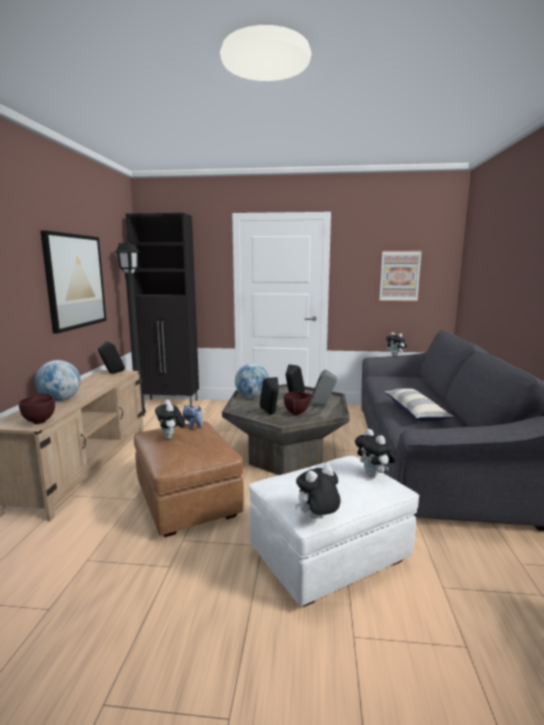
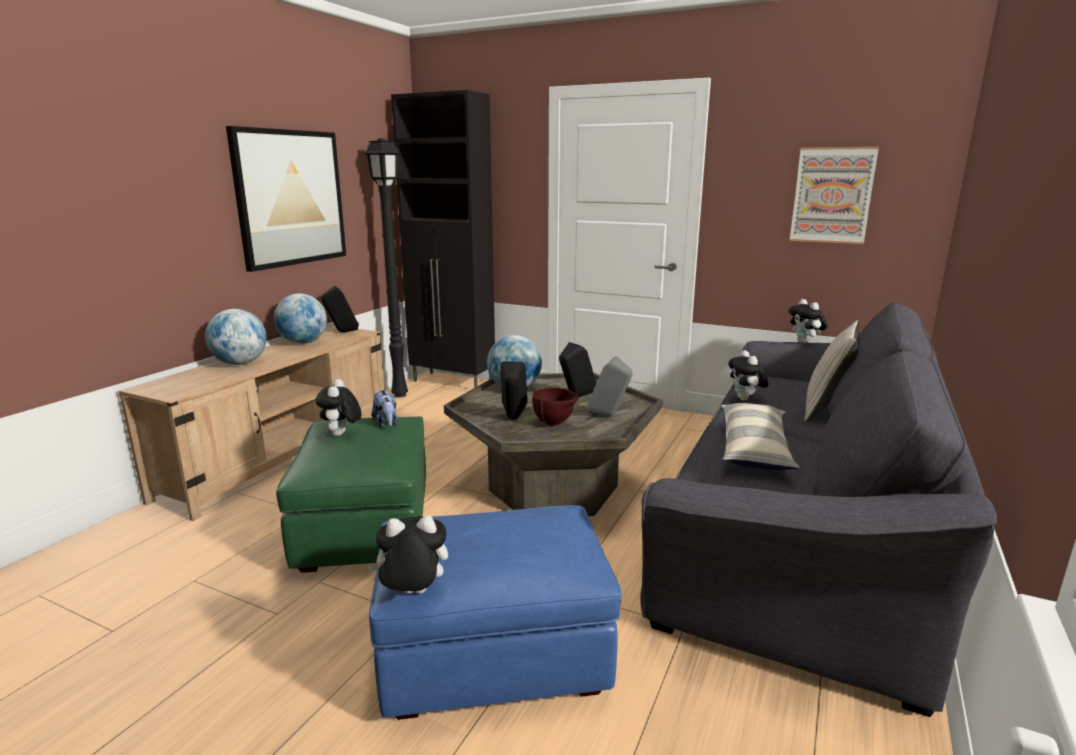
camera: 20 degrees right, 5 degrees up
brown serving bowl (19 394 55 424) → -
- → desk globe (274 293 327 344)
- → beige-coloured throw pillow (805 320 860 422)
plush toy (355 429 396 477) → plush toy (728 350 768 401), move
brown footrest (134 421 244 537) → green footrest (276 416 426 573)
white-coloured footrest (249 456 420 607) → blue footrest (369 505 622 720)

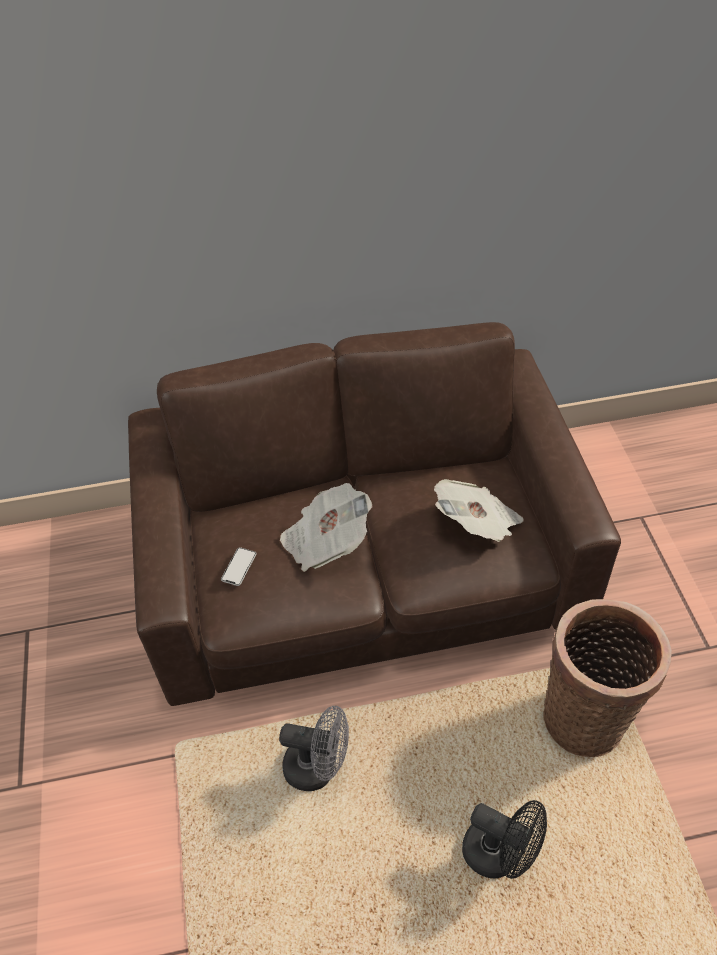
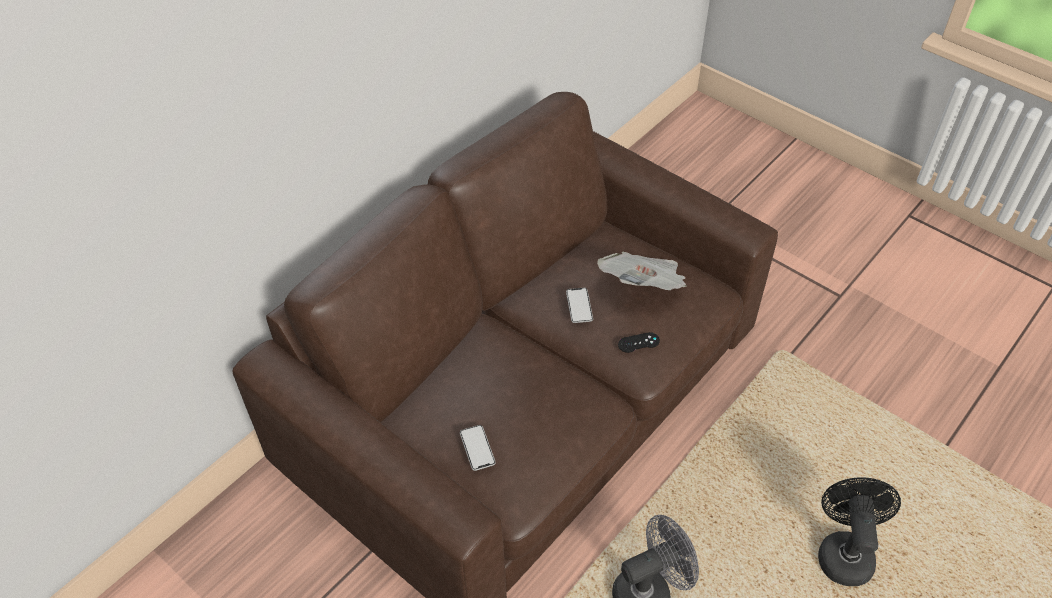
camera: 40 degrees left, 0 degrees up
daily paper (280 483 372 572) → -
household basket (543 599 672 757) → -
- → phone (566 288 593 323)
- → black joypad (618 332 660 353)
black cooling fan (462 800 547 879) → black cooling fan (818 477 901 586), 75 degrees counterclockwise

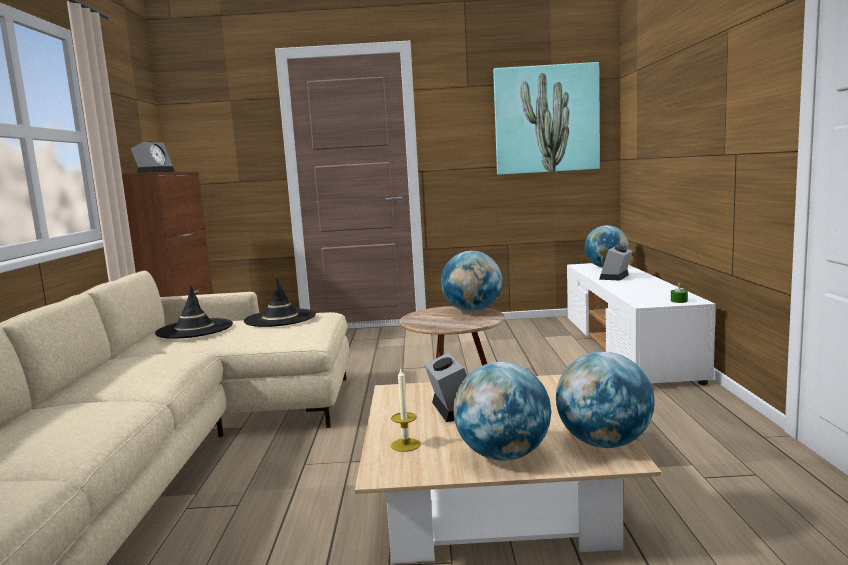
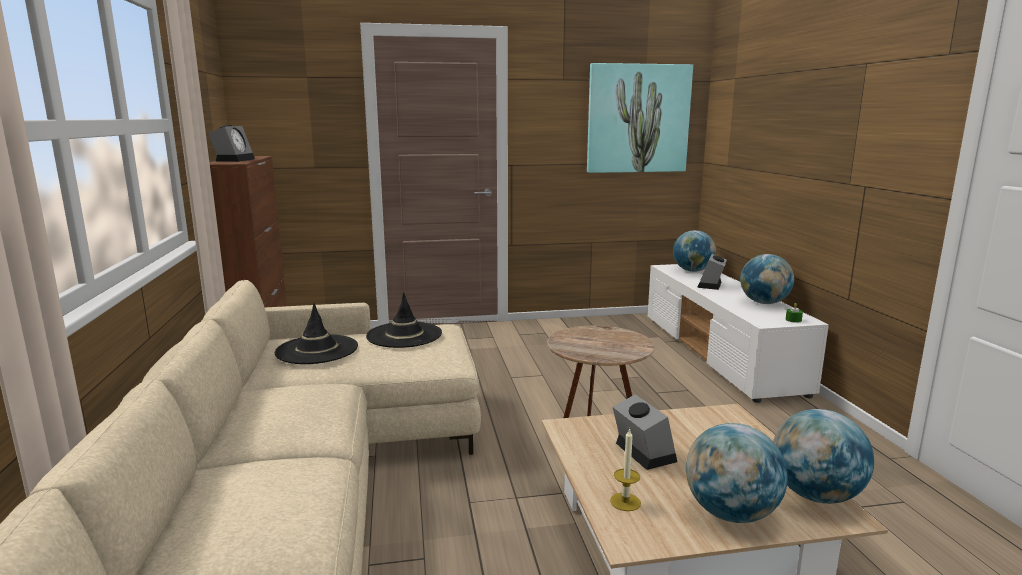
camera: 10 degrees left, 5 degrees up
desk globe (441 251 503 312) → desk globe (740 254 794 304), move

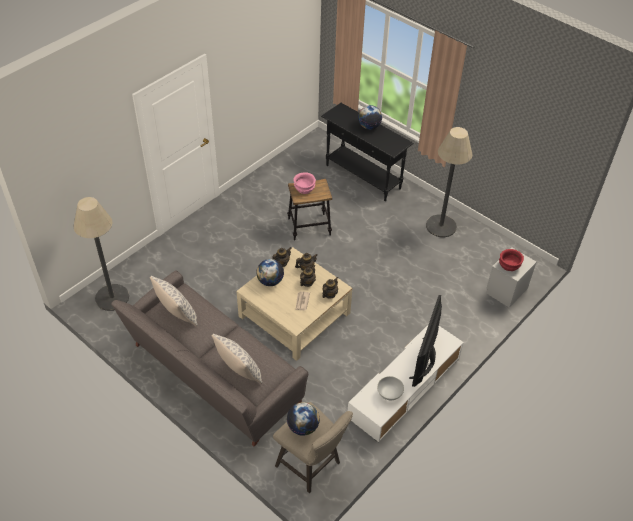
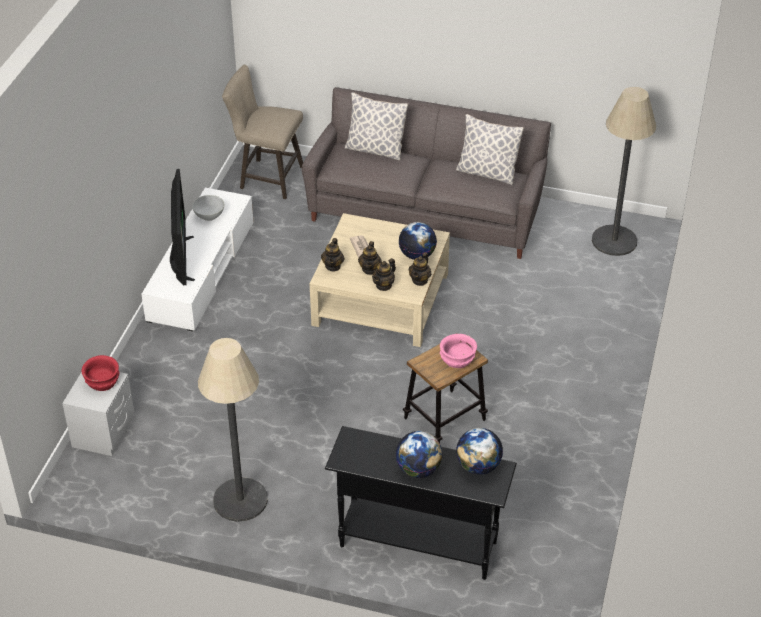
camera: 155 degrees right, 5 degrees down
desk globe (287 402 320 436) → desk globe (456 428 503 475), move

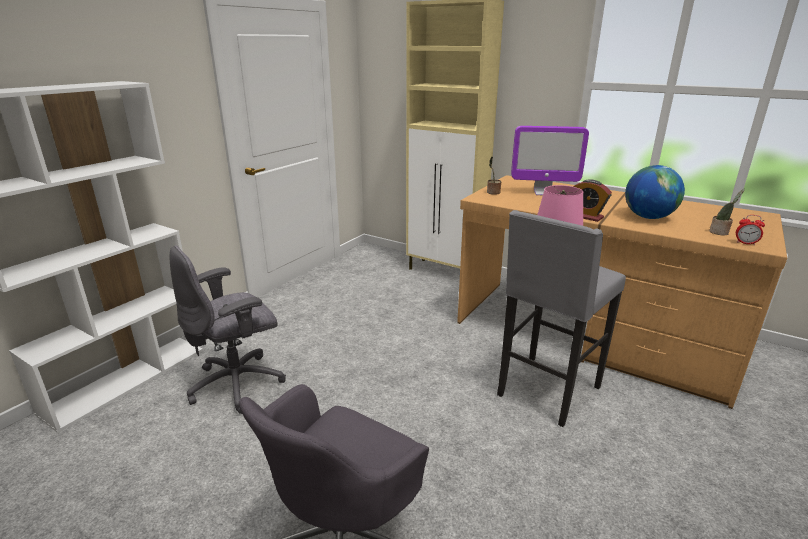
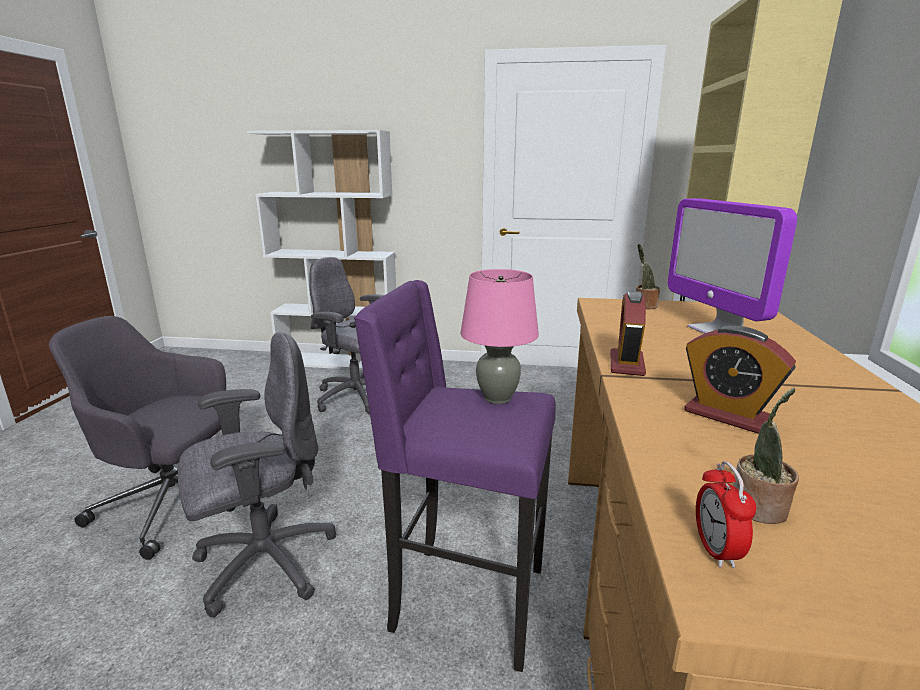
camera: 65 degrees right, 5 degrees down
- → greyish computer chair (178 332 336 618)
desk globe (625 165 685 219) → bedside clock (684 326 796 434)
greyish stool seat (497 210 626 427) → purplish stool seat (354 280 556 672)

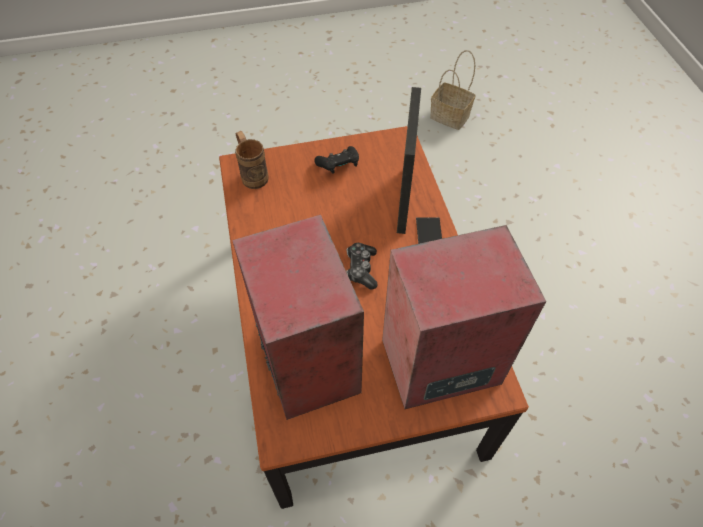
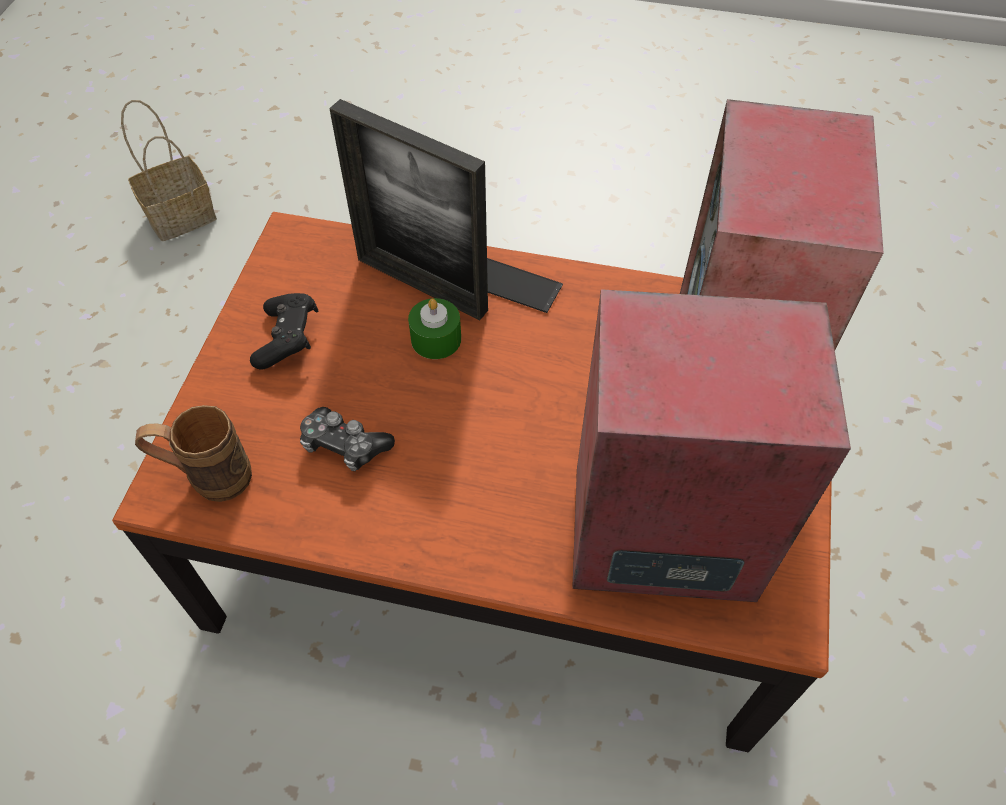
camera: 65 degrees left, 0 degrees up
- → green wax light (408 298 461 359)
joypad (346 243 378 290) → joypad (300 407 395 471), move

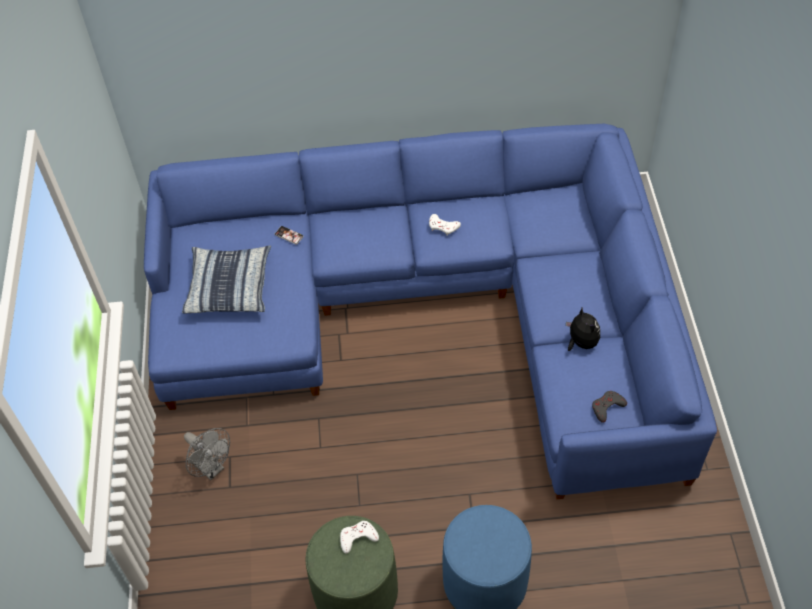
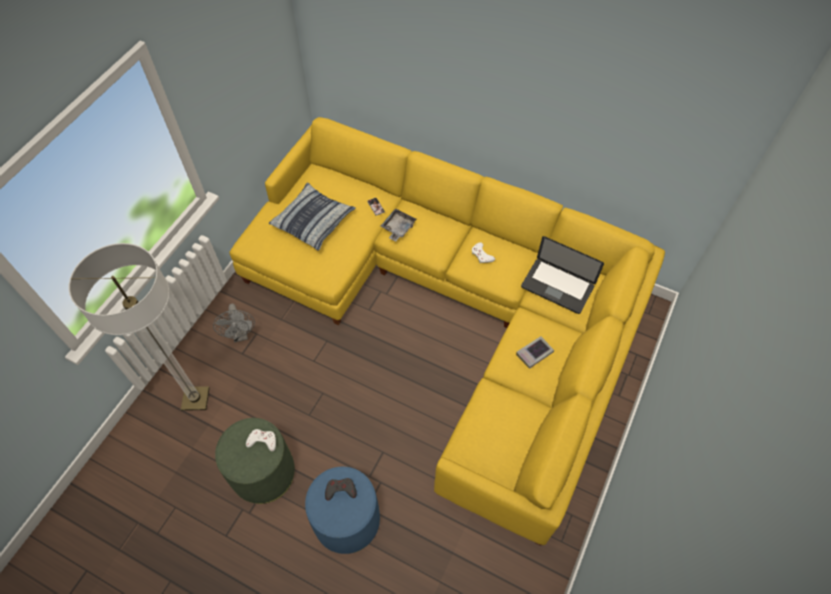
camera: 30 degrees right, 5 degrees up
plush toy (566 308 600 351) → -
- → standing lamp (69 243 210 411)
- → greyish tray (381 208 416 242)
- → bound book (516 336 554 369)
- → portable computer (521 236 604 314)
greyish joypad (592 391 627 423) → greyish joypad (325 478 357 501), move
blue sofa (144 124 717 499) → yellow sofa (229 117 665 546)

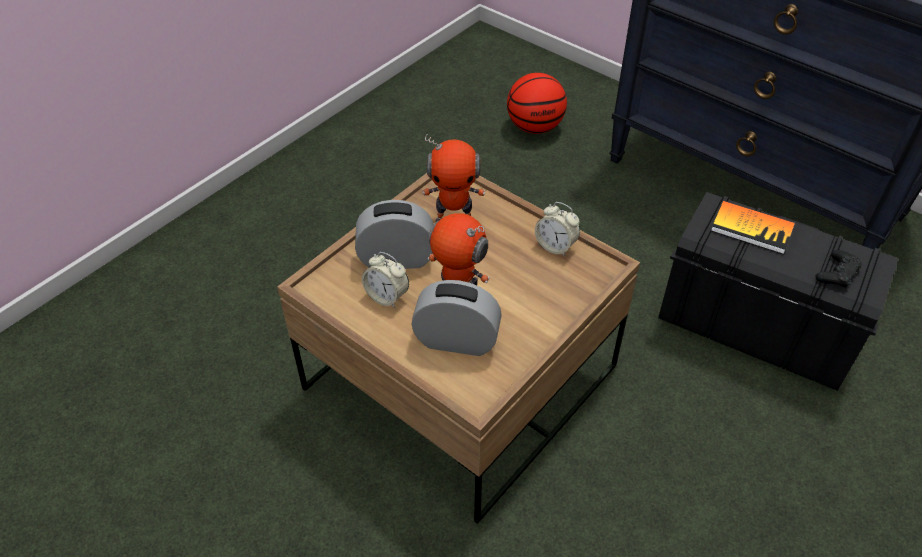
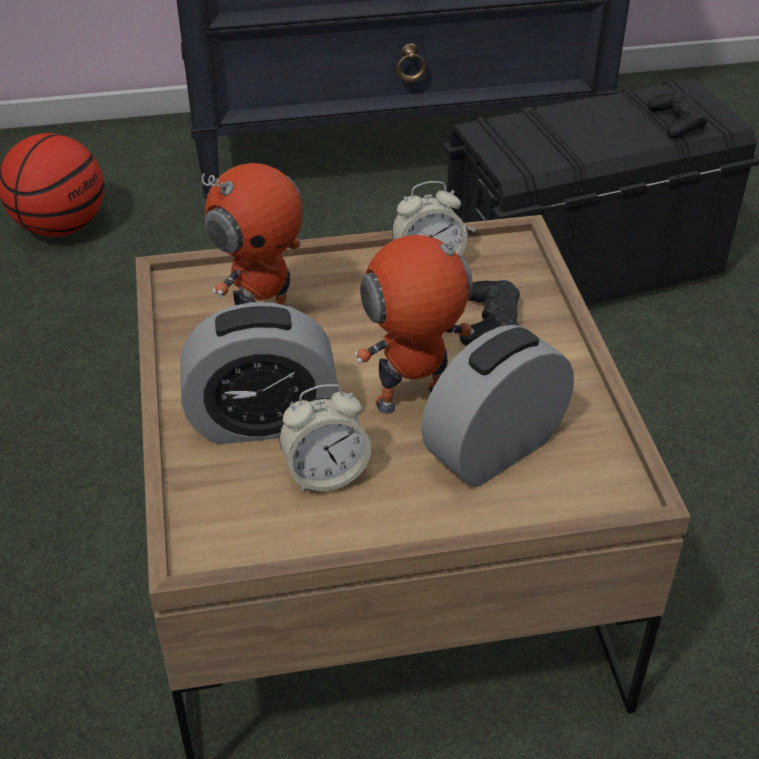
camera: 50 degrees left, 5 degrees down
bound book (711 201 795 254) → -
- → black joypad (459 280 520 346)
bedside clock (355 200 433 269) → bedside clock (180 302 338 444), 135 degrees counterclockwise

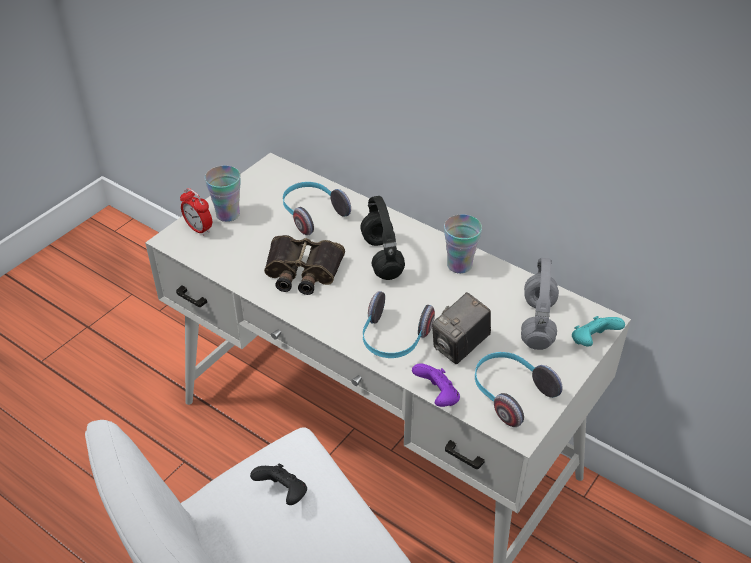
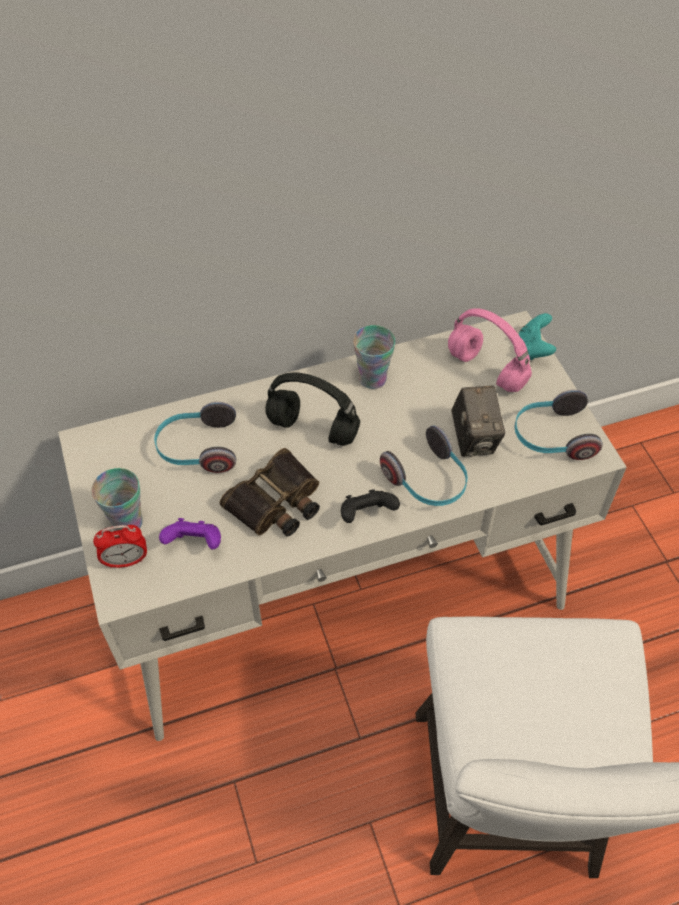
camera: 55 degrees left, 10 degrees up
black joypad (250 463 307 505) → black joypad (341 489 400 523), move
purplish joypad (412 363 460 407) → purplish joypad (159 518 221 550), move
greyish headphones (521 258 559 350) → pink-coloured headphones (448 308 532 392)

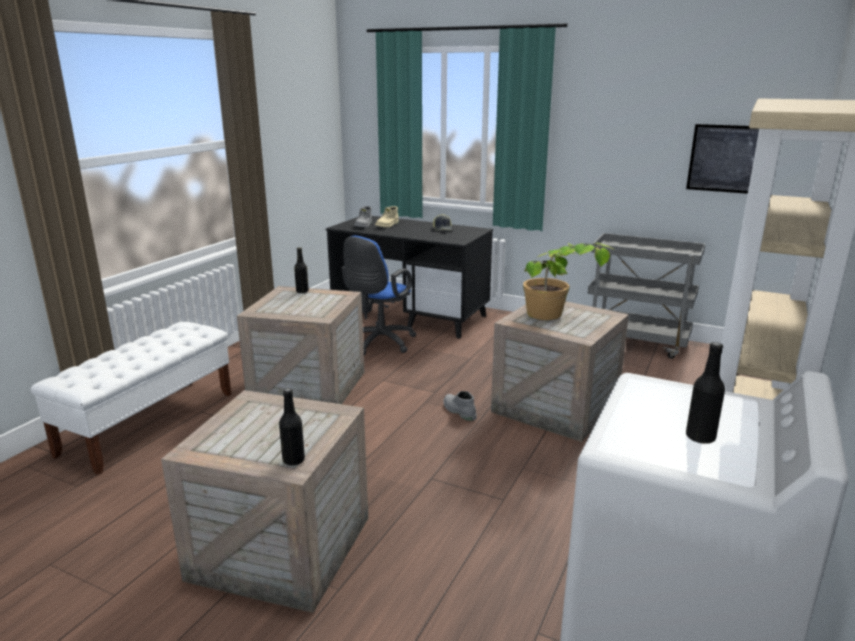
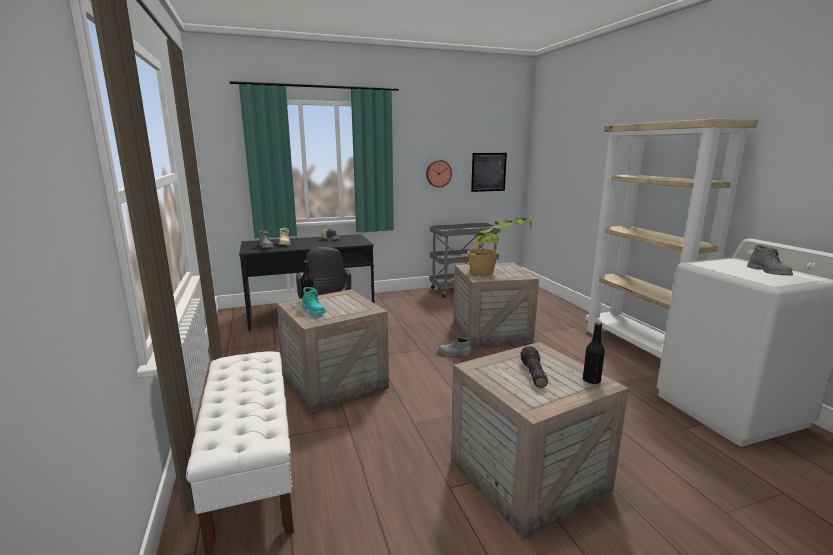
camera: 45 degrees left, 5 degrees down
- → turquoise-coloured boot (302 287 326 314)
- → wall clock (426 160 452 187)
- → hand torch (520 346 548 388)
black drink bottle (686 342 725 444) → greyish boot (747 245 793 275)

